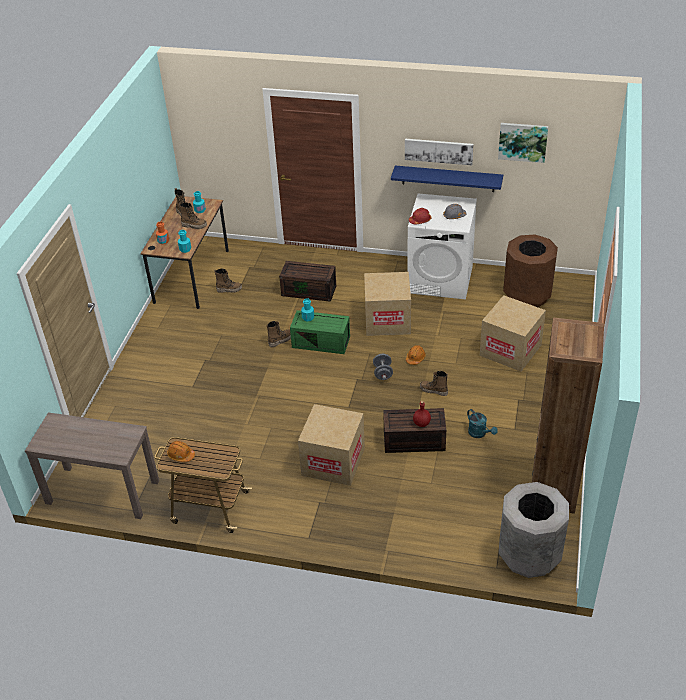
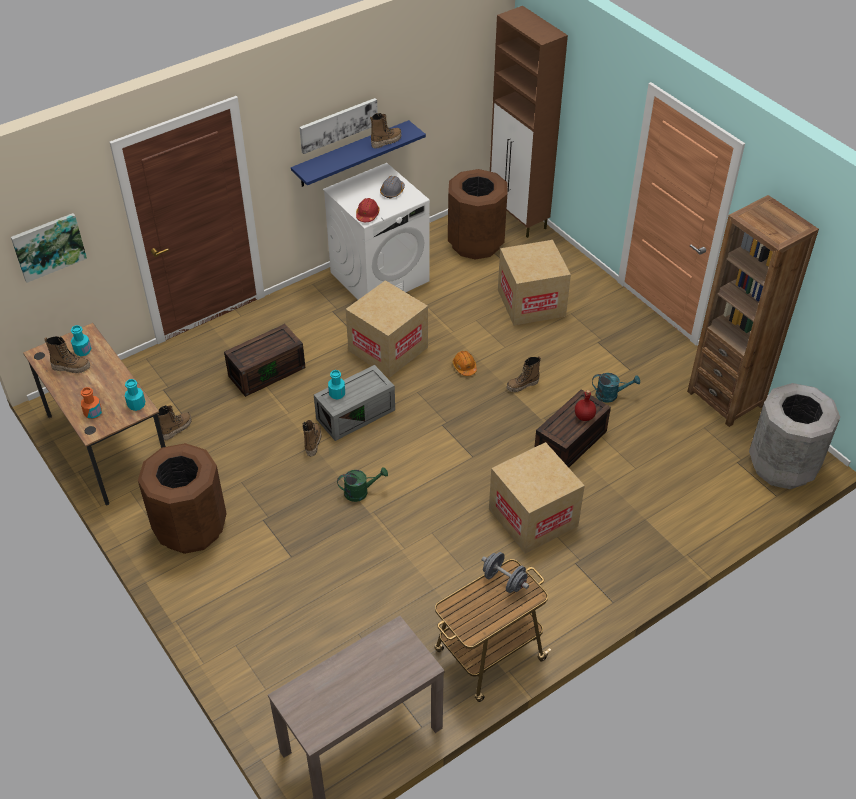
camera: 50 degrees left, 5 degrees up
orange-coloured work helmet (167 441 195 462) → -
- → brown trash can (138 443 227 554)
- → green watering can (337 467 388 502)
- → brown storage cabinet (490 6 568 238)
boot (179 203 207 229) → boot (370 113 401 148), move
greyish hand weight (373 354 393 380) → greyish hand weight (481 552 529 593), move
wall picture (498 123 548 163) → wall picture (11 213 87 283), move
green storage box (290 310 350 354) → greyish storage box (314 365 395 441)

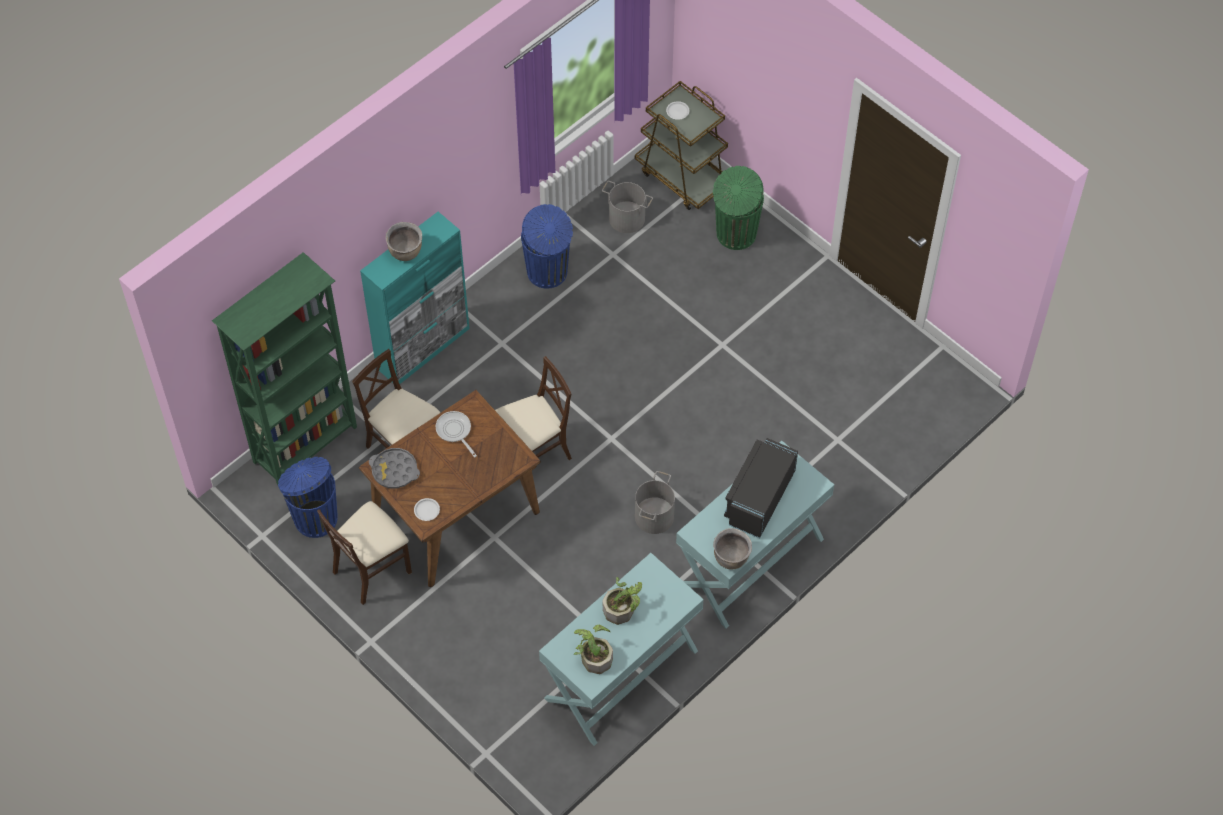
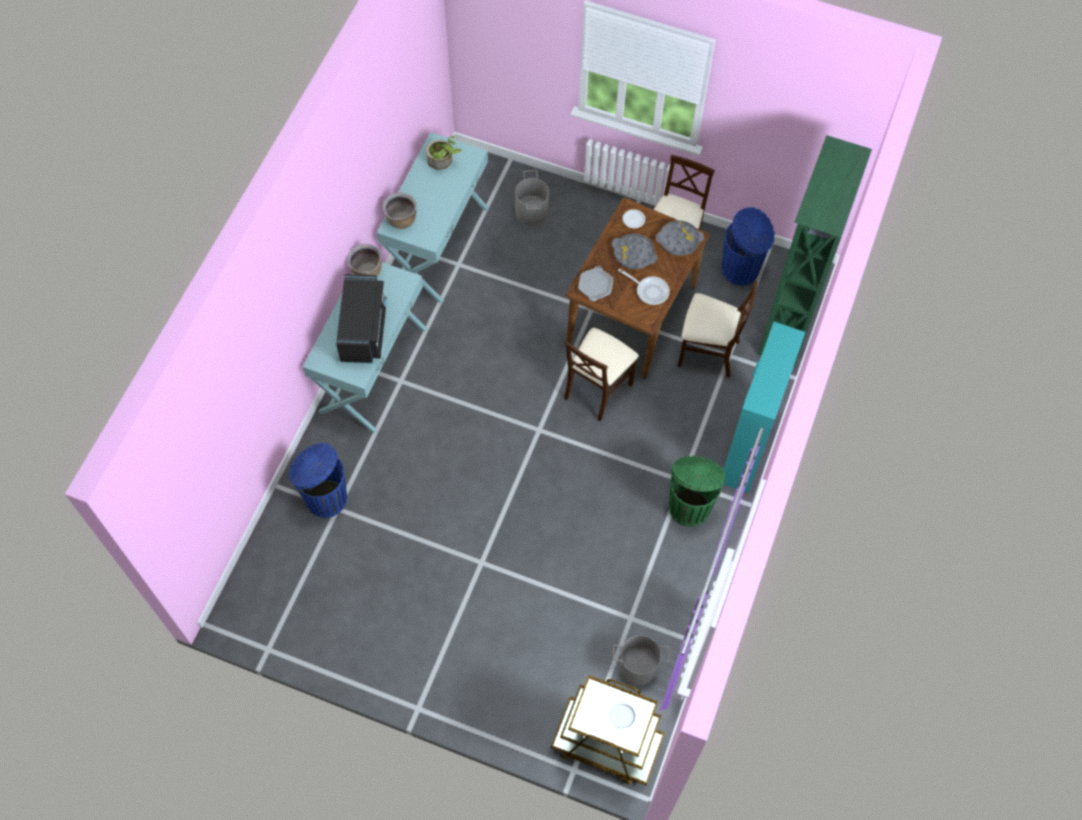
camera: 155 degrees right, 5 degrees up
potted plant (602 577 642 625) → -
- → pan (579 266 613 301)
- → greyish tray (612 233 657 270)
brown saucepot (386 222 422 261) → brown saucepot (383 193 417 229), move
blue trash can (521 204 573 289) → blue trash can (289 443 347 518), move
greyish pail (635 471 675 534) → greyish pail (515 170 549 226), move
green trash can (713 166 764 250) → green trash can (669 456 725 527), move

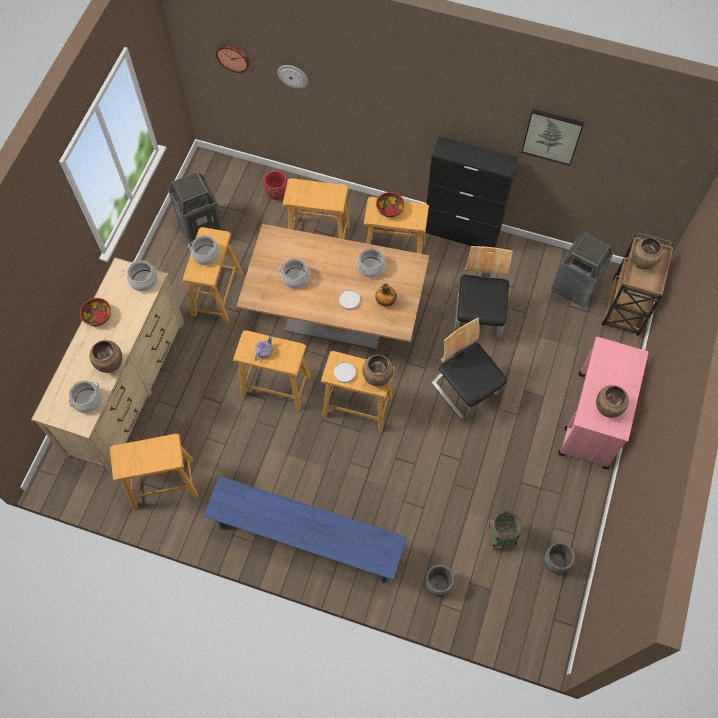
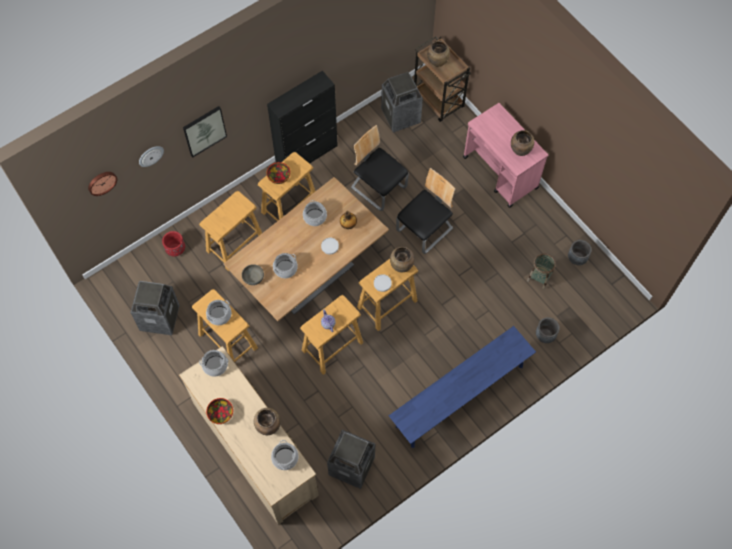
camera: 55 degrees left, 0 degrees up
- → greyish serving bowl (242 264 264 285)
wall picture (521 109 584 166) → wall picture (183 106 227 158), move
beige-coloured stool seat (110 434 198 509) → trash can (327 430 375 489)
upright chair (432 318 507 421) → upright chair (396 168 455 254), 135 degrees clockwise

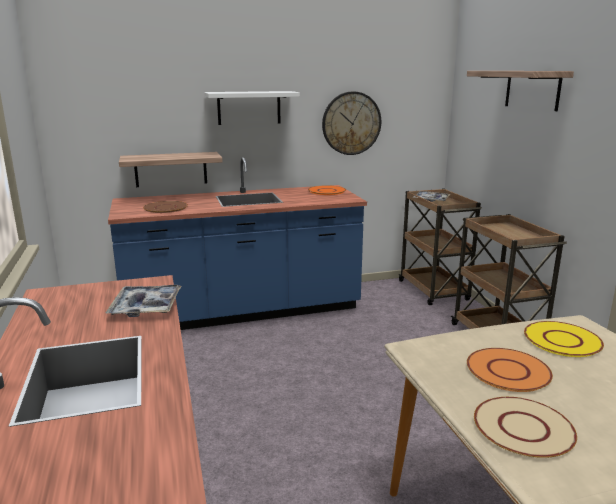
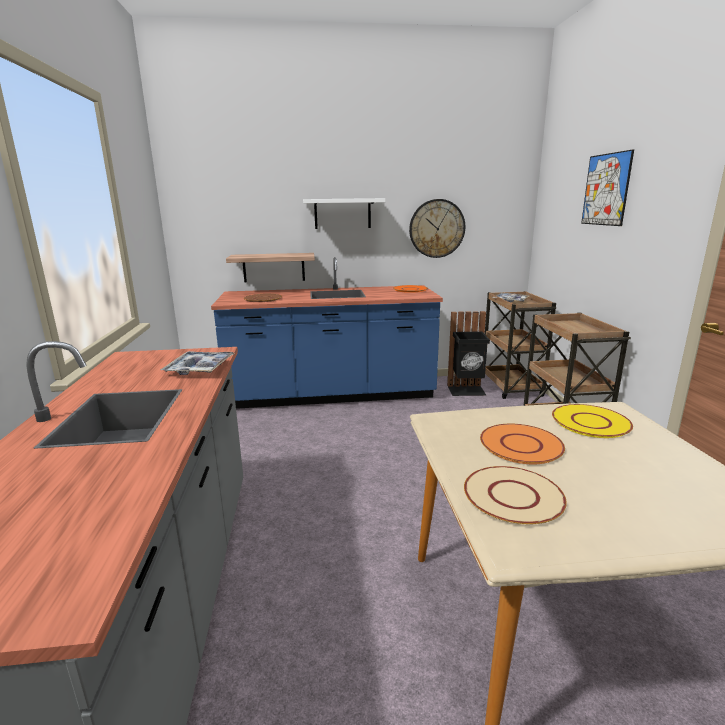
camera: 10 degrees right, 0 degrees up
- → black trash can (447 311 490 396)
wall shelf (467 71 574 111) → wall picture (581 149 634 226)

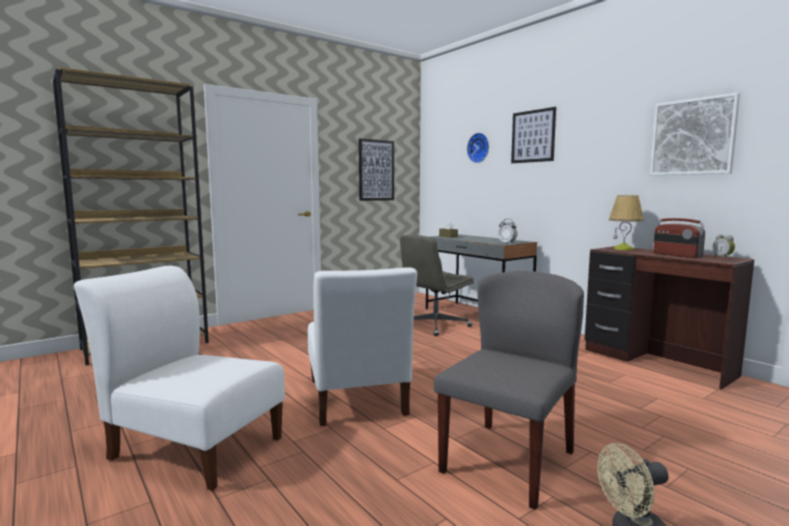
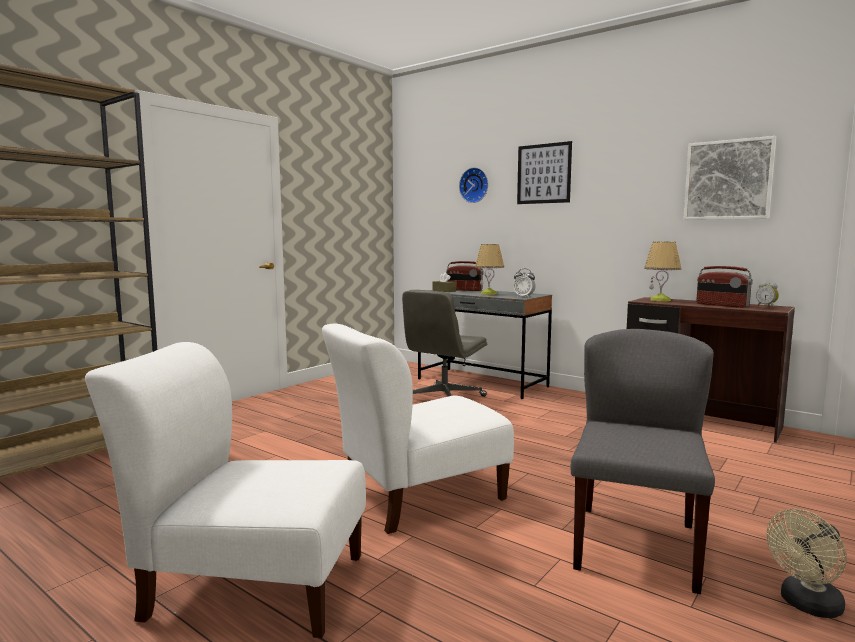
camera: 15 degrees left, 0 degrees up
wall picture (359 138 394 201) → -
- → radio (446 261 484 291)
- → lamp for a table (475 244 504 295)
white-coloured upright chair (308 267 417 426) → white-coloured upright chair (322 324 514 534), 90 degrees clockwise

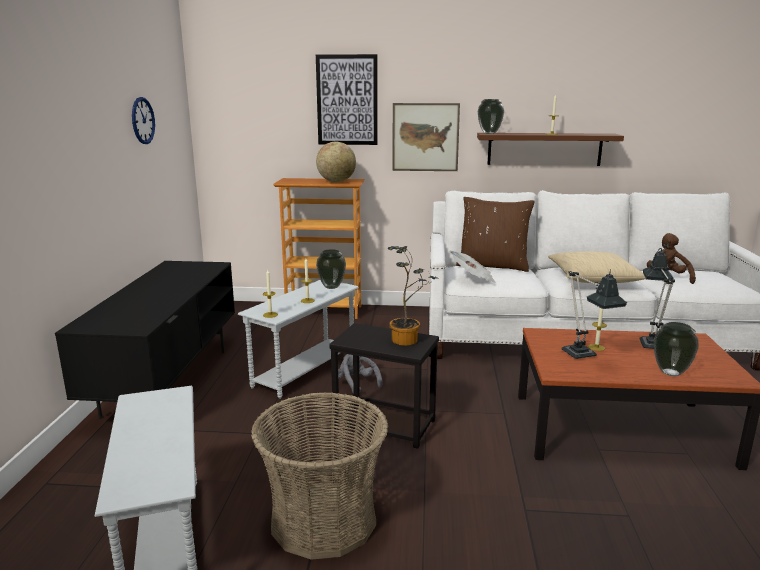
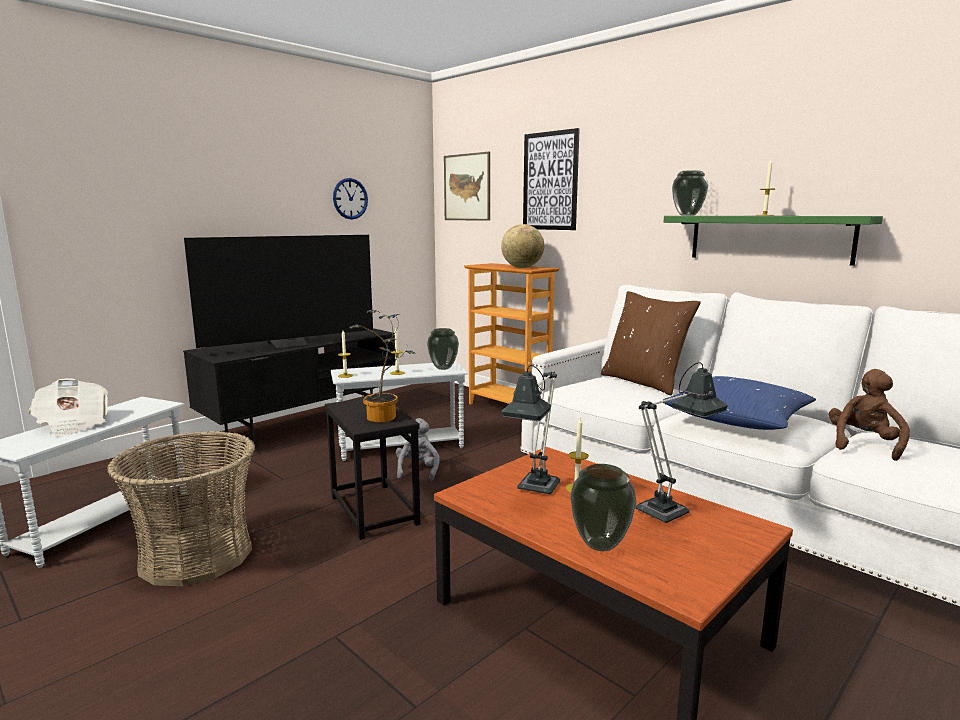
camera: 40 degrees right, 5 degrees down
- → TV (184 235 373 348)
wall picture (392 103 460 171) → wall picture (444 152 490 221), move
daily paper (449 251 496 283) → daily paper (28 378 108 437), move
brown wall shelf (477 133 624 166) → green wall shelf (664 216 883 266)
beige-coloured throw pillow (548 251 646 283) → blue throw pillow (663 376 816 430)

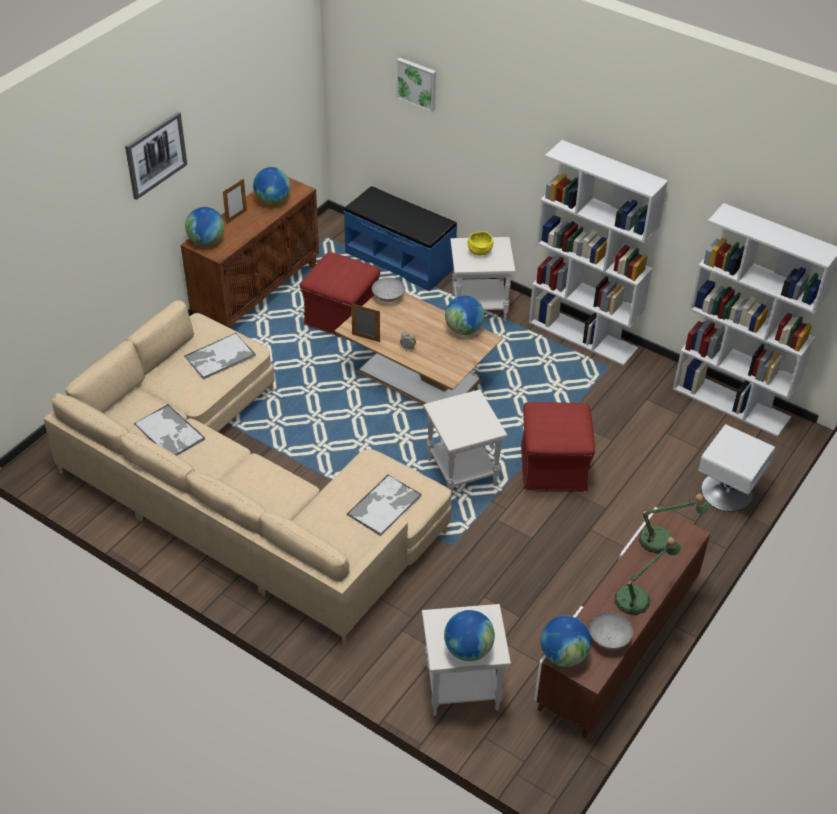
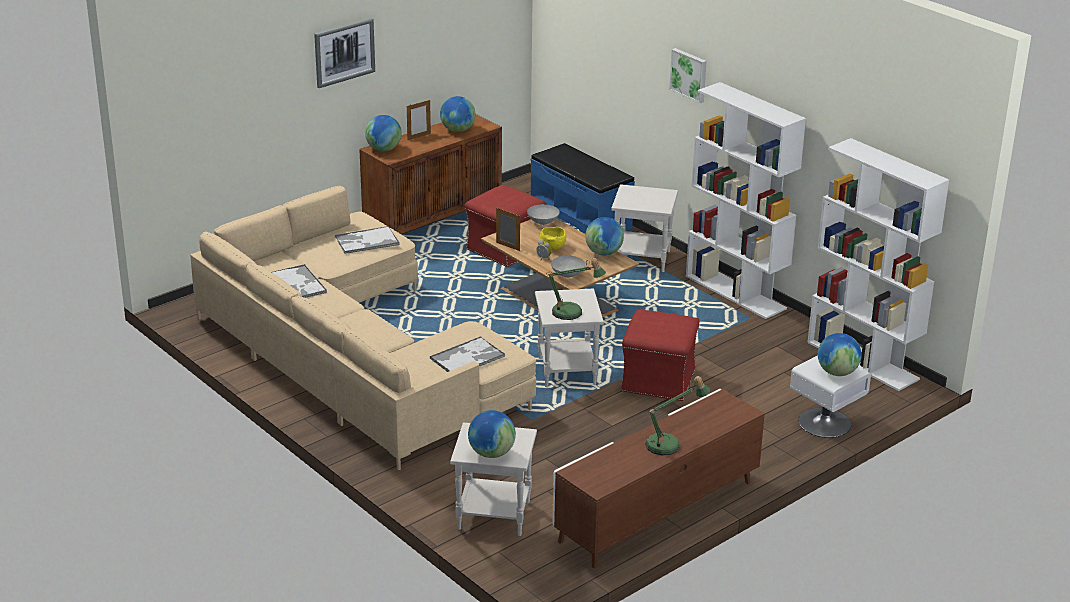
camera: 15 degrees right, 15 degrees down
wall picture (396 57 436 112) → wall picture (669 48 707 103), move
yellow serving bowl (468 231 493 255) → yellow serving bowl (540 227 567 250), move
desk globe (541 616 592 667) → desk globe (818 333 862 376), move
greyish serving bowl (589 612 633 649) → greyish serving bowl (551 256 585 278), move
lamp for a table (639 494 711 554) → lamp for a table (546 258 606 320), move

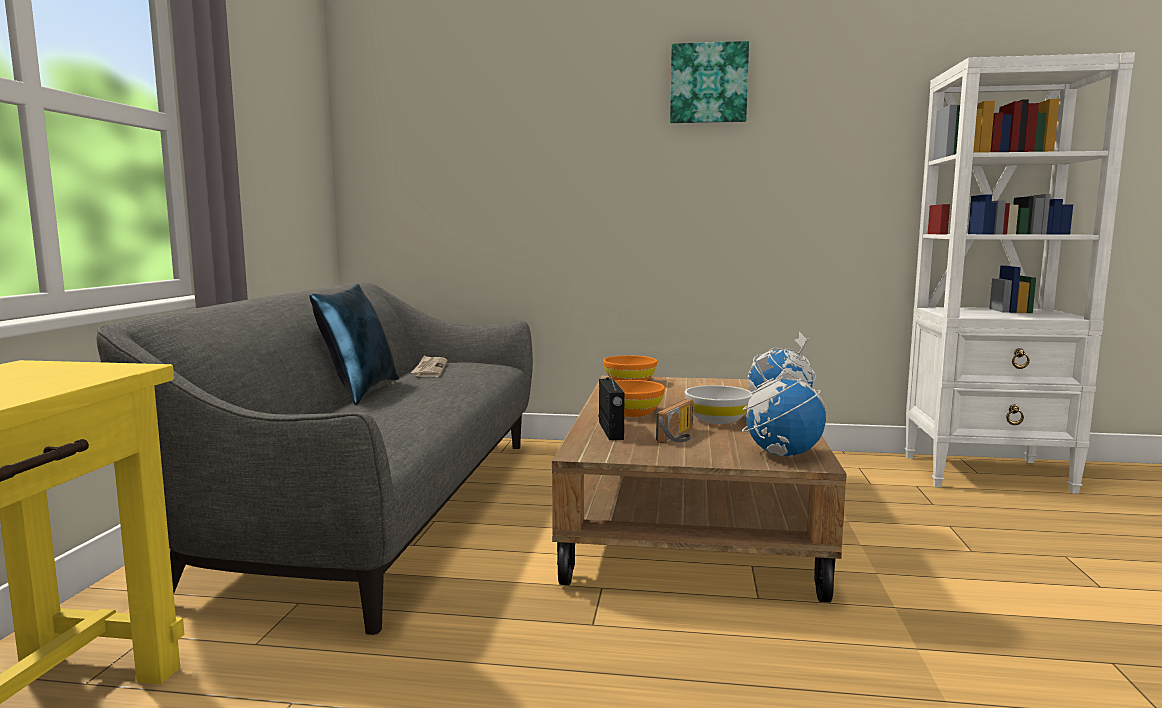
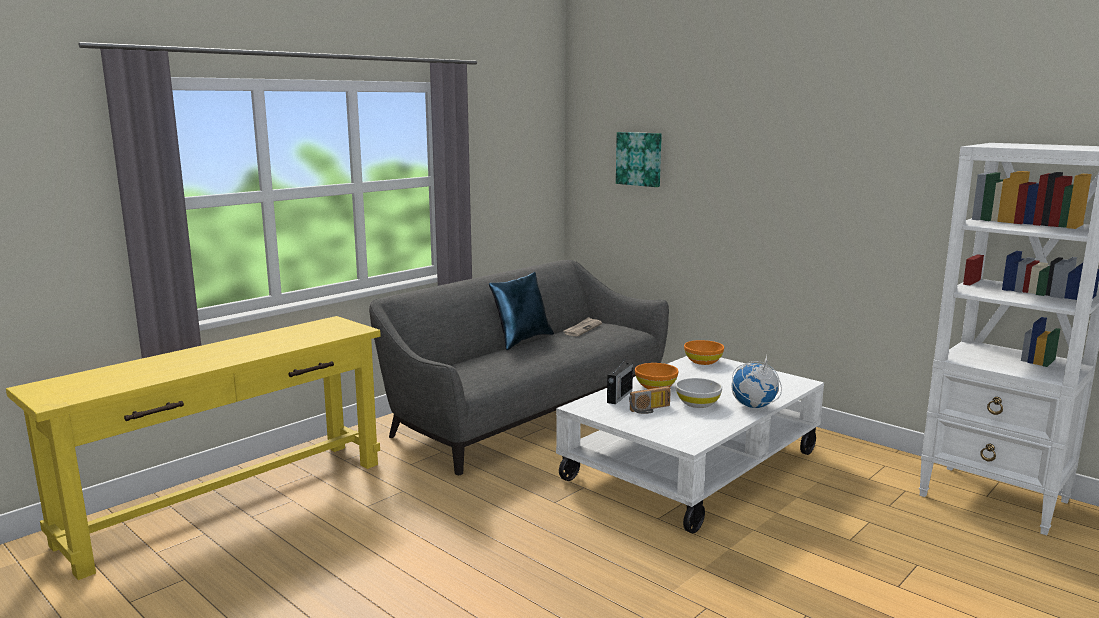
camera: 35 degrees right, 5 degrees up
desk globe (742 356 827 457) → -
wall picture (670 41 749 123) → wall picture (616 132 662 187), move
brown low table (552 375 847 603) → white-coloured low table (556 356 824 533)

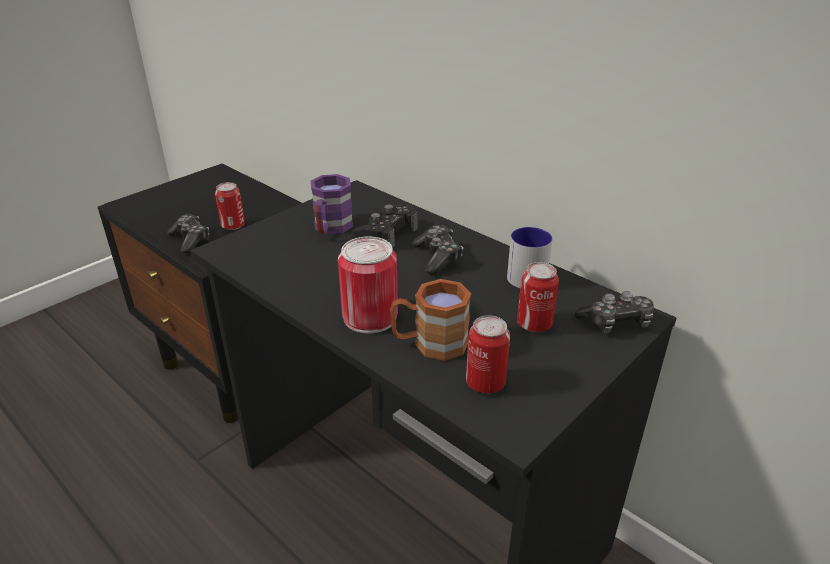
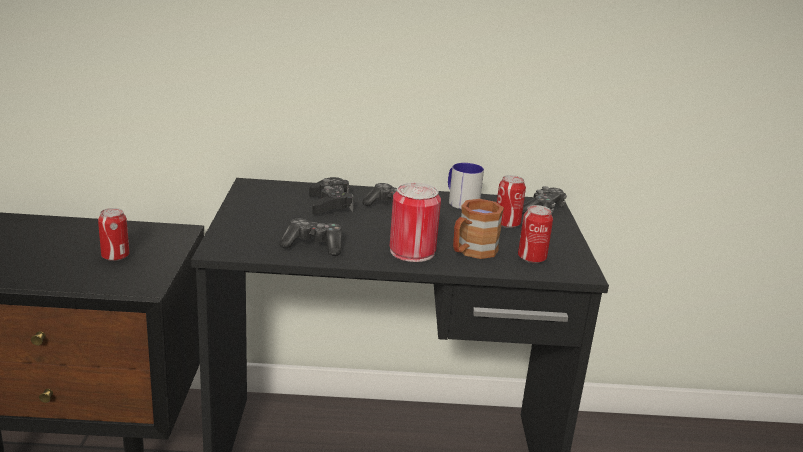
camera: 45 degrees left, 10 degrees down
purplish mug (311 174 353 234) → -
joypad (167 214 210 253) → joypad (279 219 342 256), move

